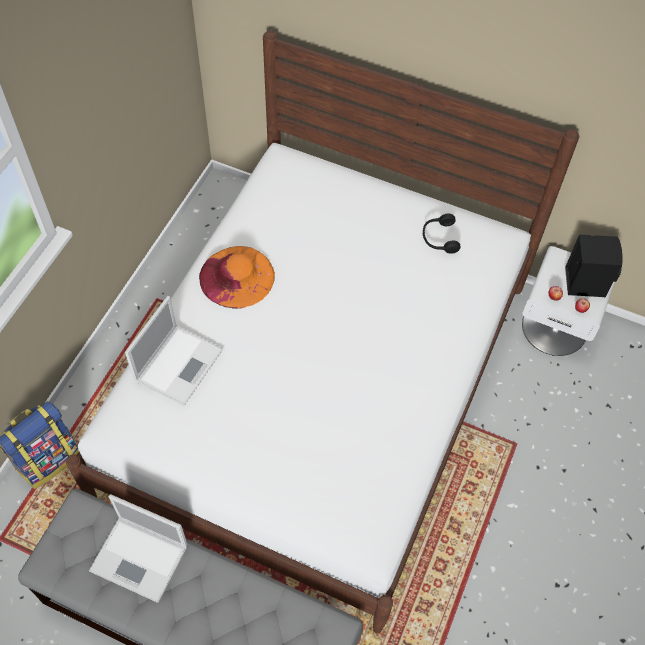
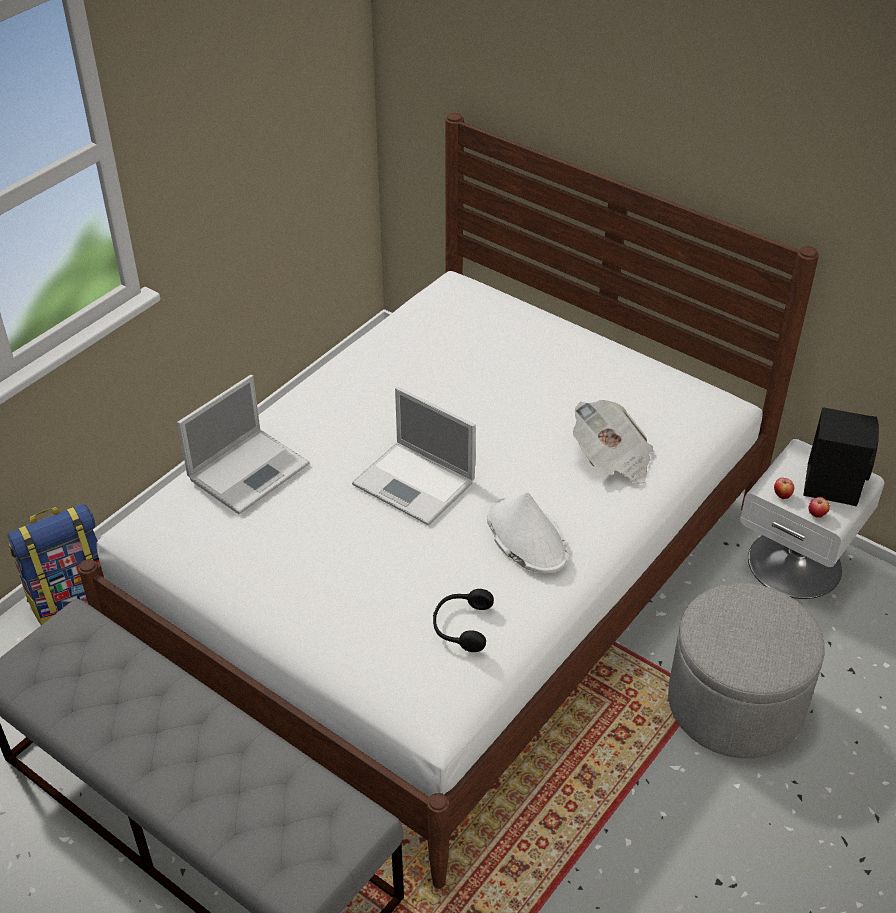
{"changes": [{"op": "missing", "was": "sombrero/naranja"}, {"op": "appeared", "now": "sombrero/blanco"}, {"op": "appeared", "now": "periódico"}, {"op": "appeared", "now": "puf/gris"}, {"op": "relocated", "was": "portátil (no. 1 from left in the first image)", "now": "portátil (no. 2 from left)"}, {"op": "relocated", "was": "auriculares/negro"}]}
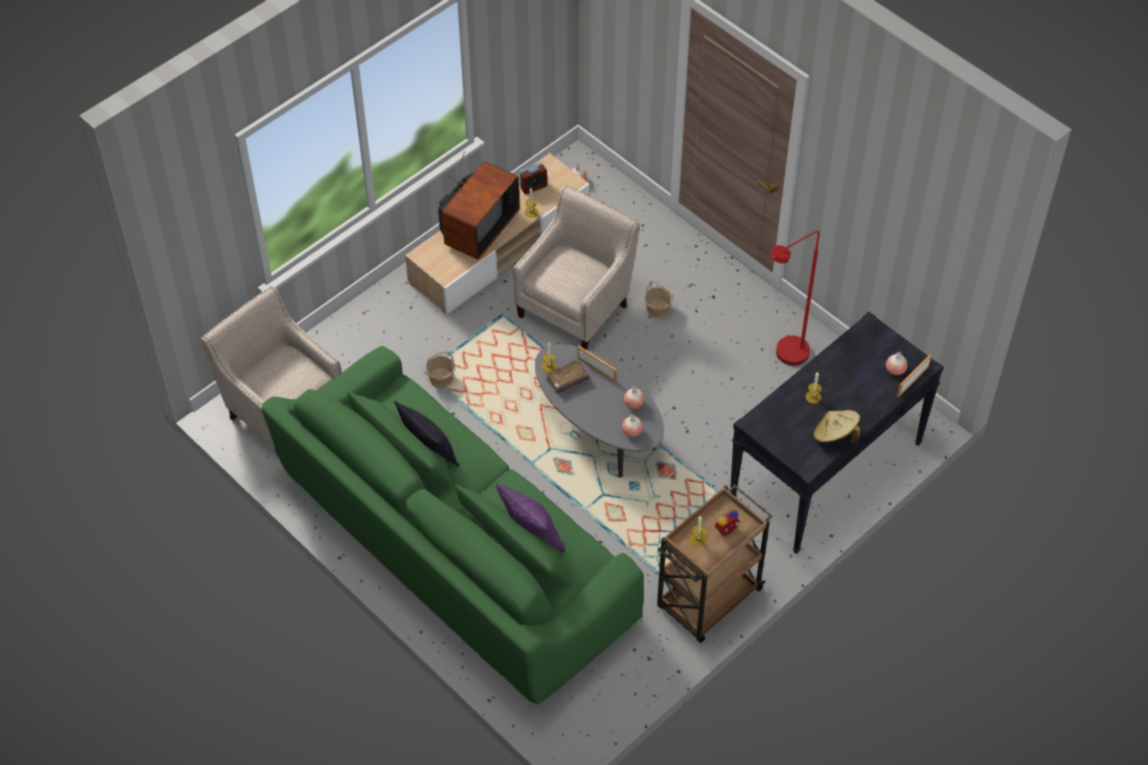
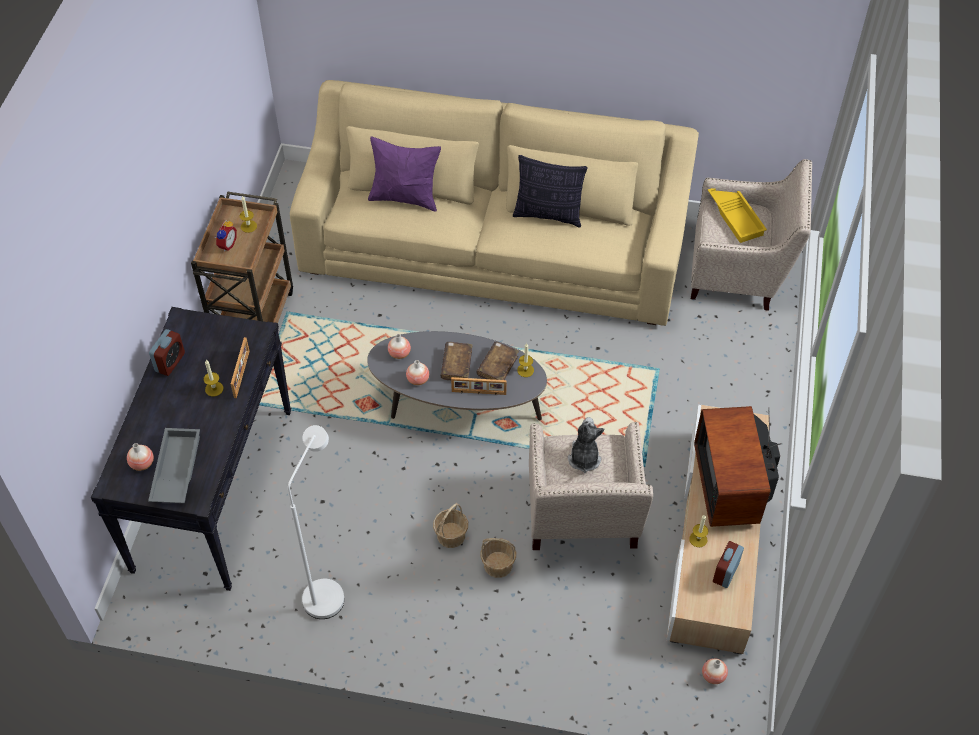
{"changes": [{"op": "appeared", "now": "bandeja/gris"}, {"op": "appeared", "now": "libro/marrón (no. 1 from left)"}, {"op": "appeared", "now": "peluche"}, {"op": "appeared", "now": "bandeja/amarillo"}, {"op": "relocated", "was": "cesta (no. 1 from left)"}, {"op": "relocated", "was": "portarretratos (no. 2 from left in the first image)", "now": "portarretratos (no. 1 from left)"}, {"op": "exchanged", "was": "sombrero/beis", "now": "despertador (no. 1 from left)"}, {"op": "colour", "was": "sofá/verde", "now": "sofá/beis"}, {"op": "colour", "was": "lámpara de pie/rojo", "now": "lámpara de pie/blanco"}]}
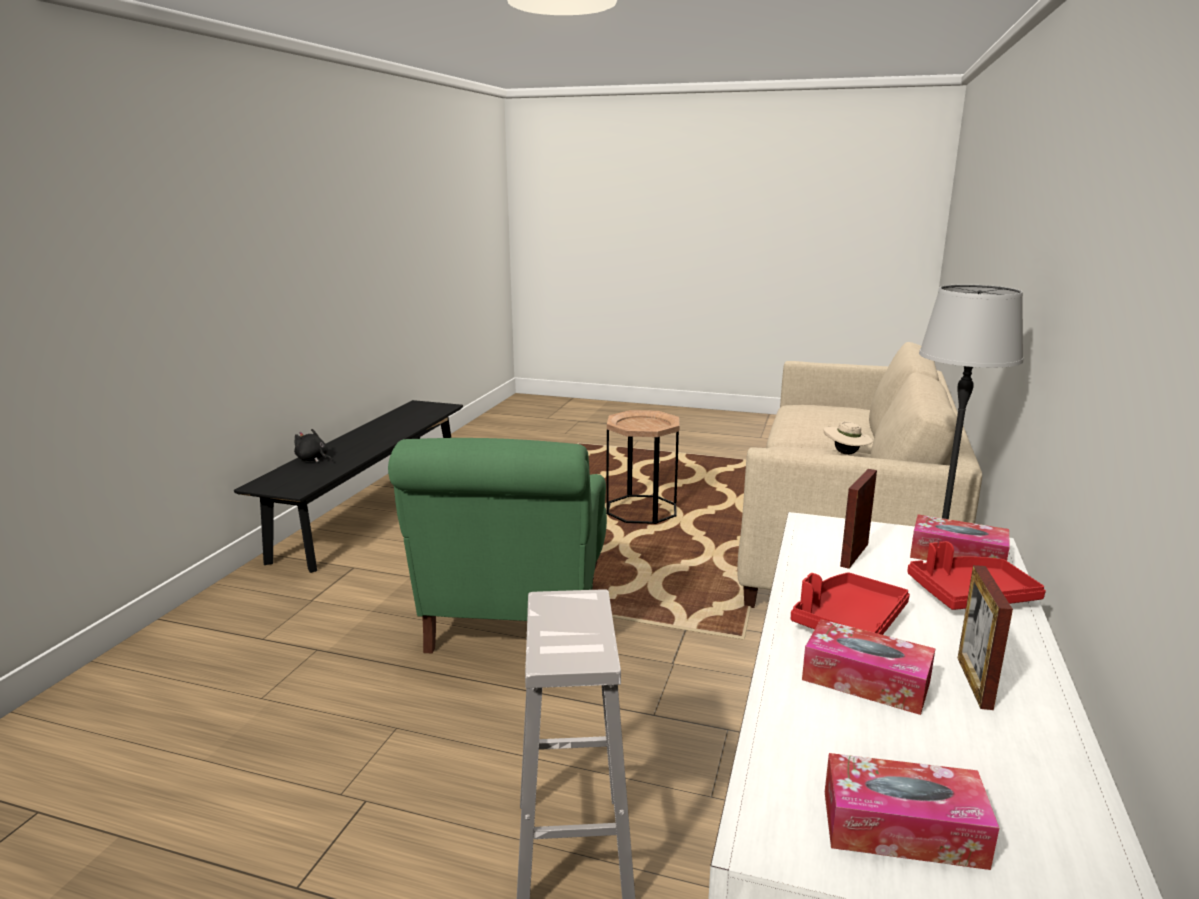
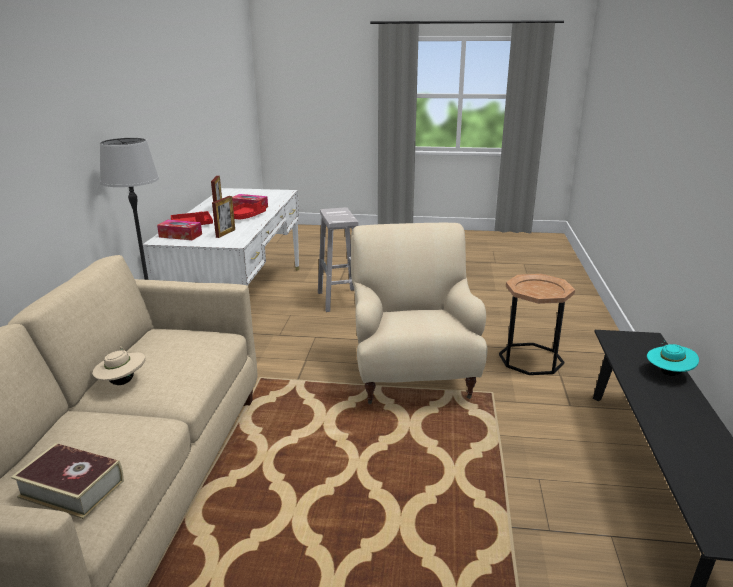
{"changes": [{"op": "missing", "was": "caja de pañuelos (no. 2 from left)"}, {"op": "appeared", "now": "libro"}, {"op": "relocated", "was": "mesa auxiliar/marrón"}, {"op": "exchanged", "was": "peluche/negro", "now": "sombrero/turquesa"}, {"op": "colour", "was": "sillón/verde", "now": "sillón/beis"}]}
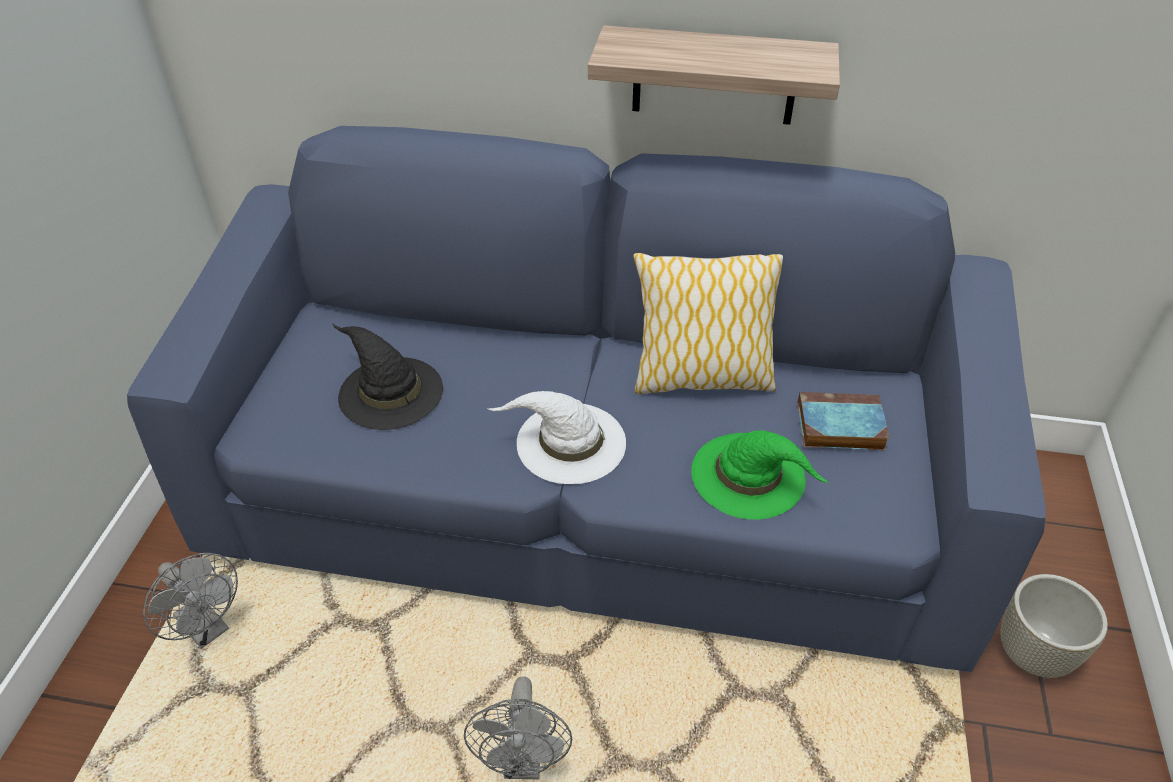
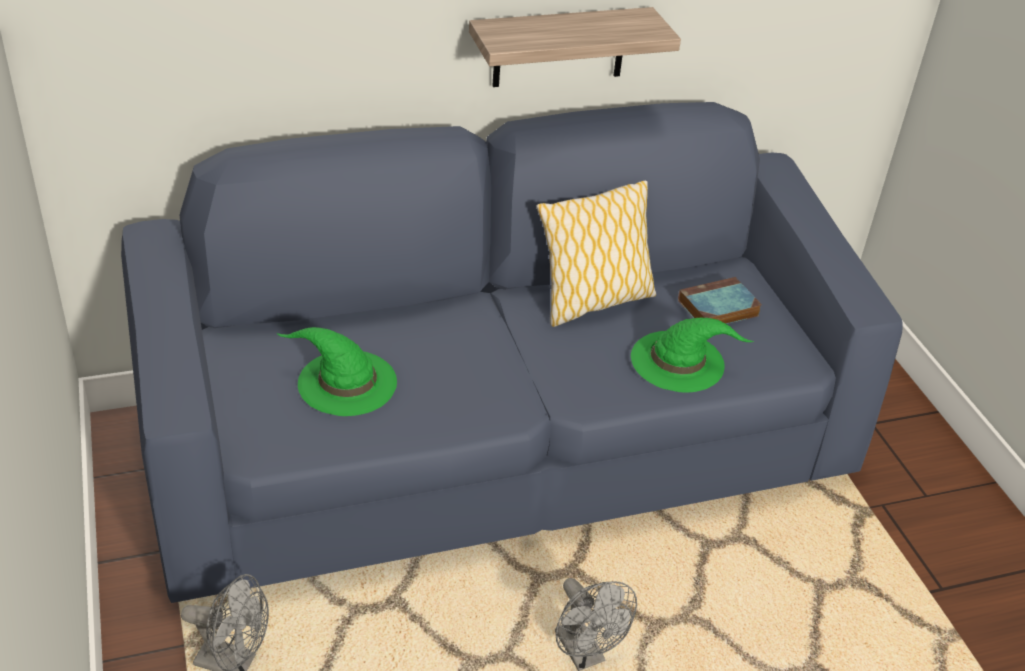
{"changes": [{"op": "missing", "was": "sombrero/blanco"}, {"op": "missing", "was": "maceta/gris"}, {"op": "colour", "was": "sombrero/negro", "now": "sombrero/verde (no. 1 from left)"}]}
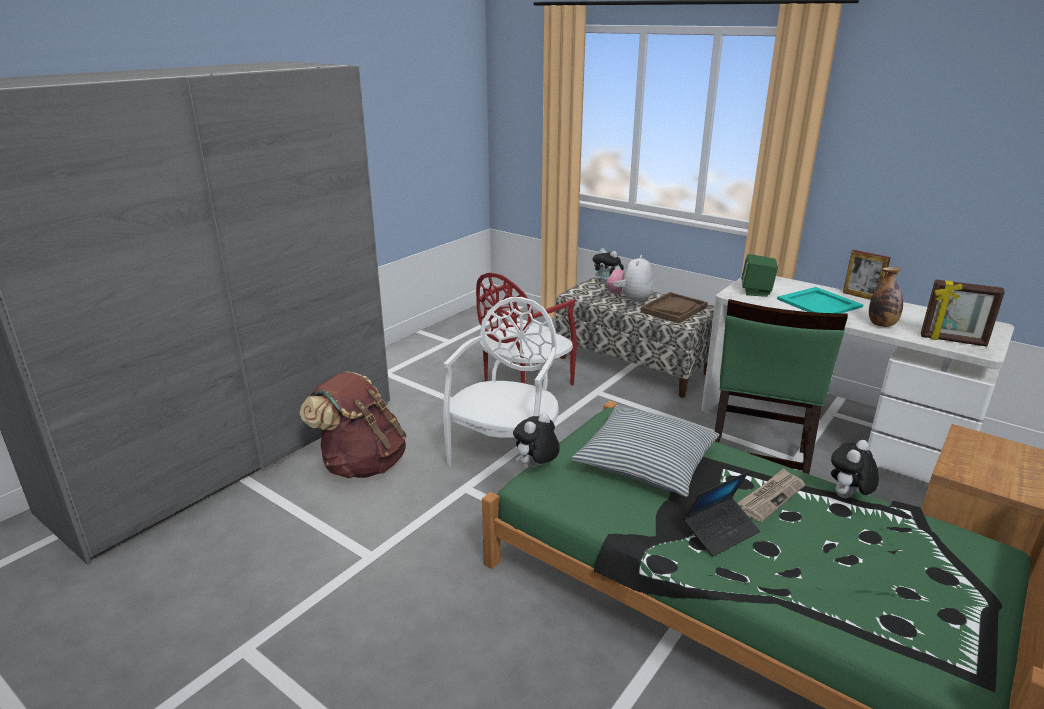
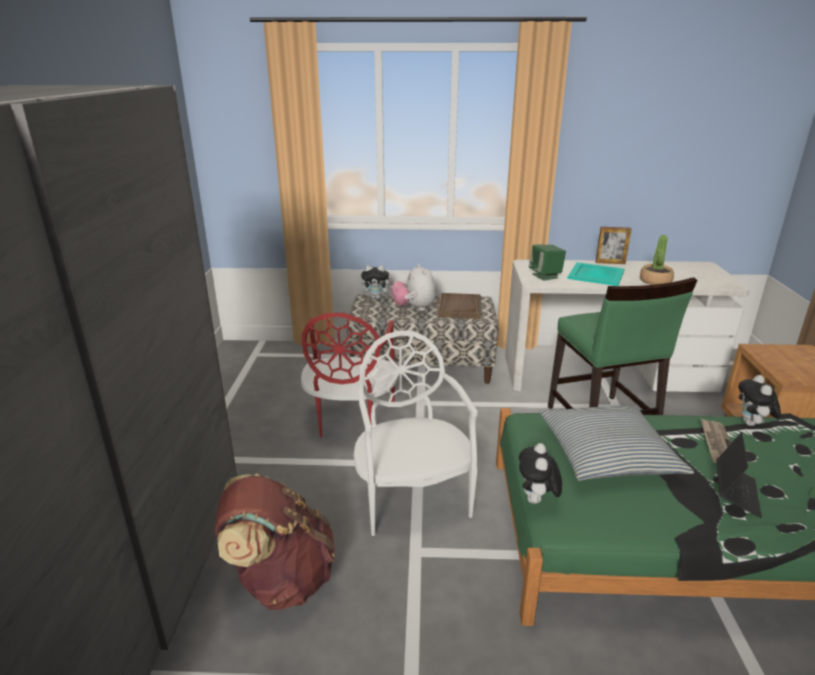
{"changes": [{"op": "missing", "was": "portarretratos (no. 2 from left)"}, {"op": "exchanged", "was": "botella", "now": "planta en maceta"}]}
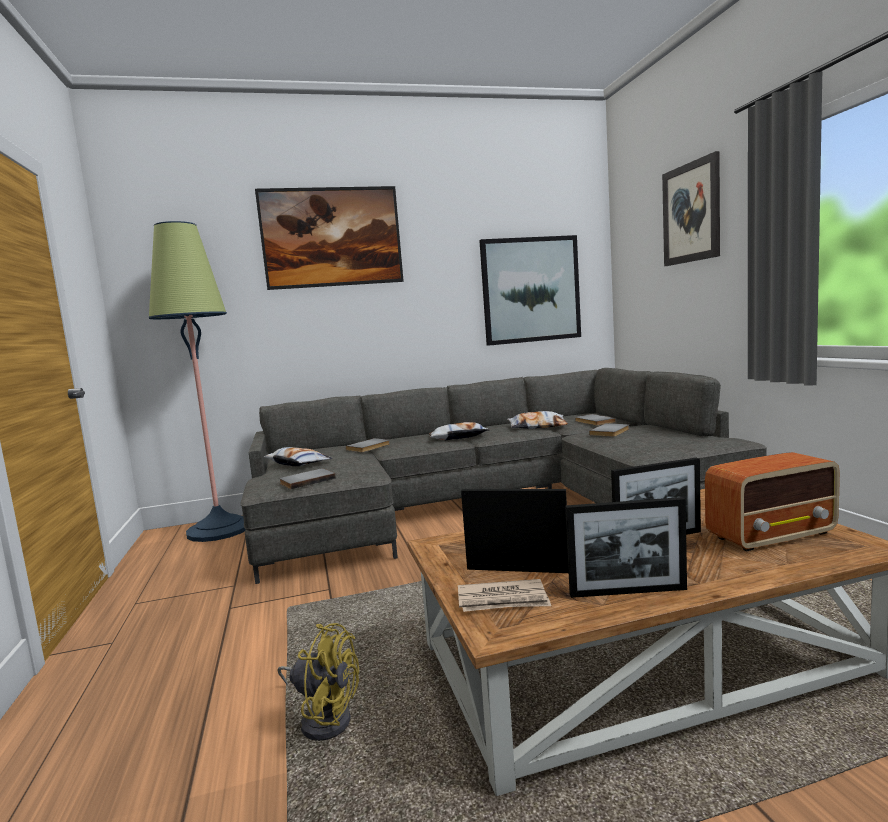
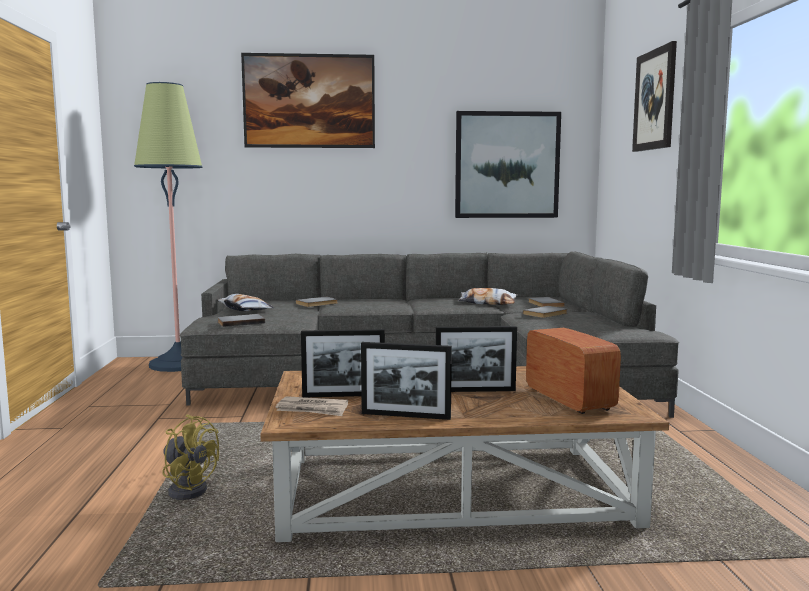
{"changes": [{"op": "missing", "was": "cojín (no. 2 from left)"}, {"op": "spun", "was": "portarretratos (no. 1 from left)", "clockwise": 150}, {"op": "spun", "was": "radio", "clockwise": -105}]}
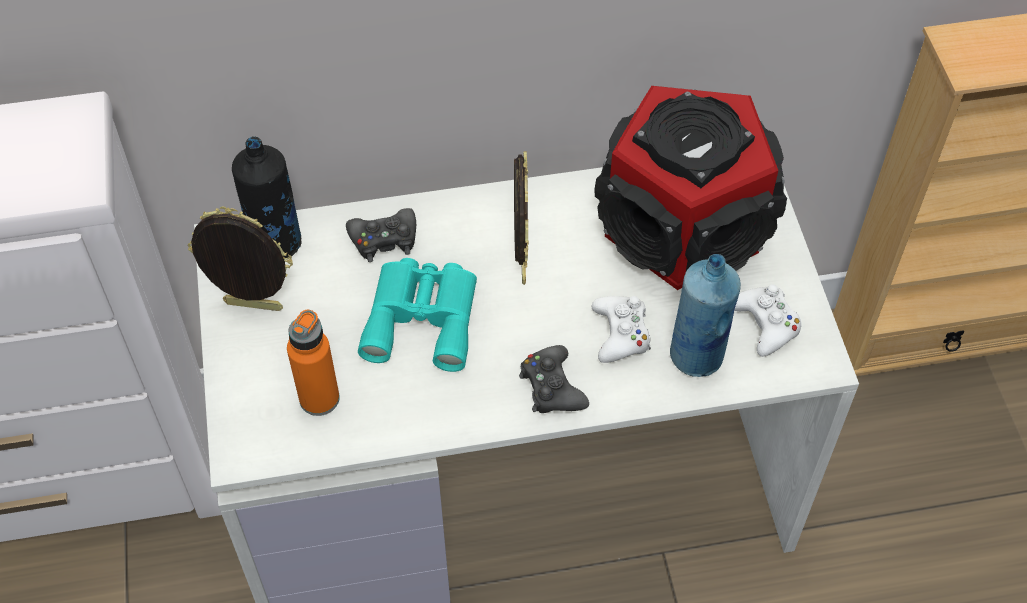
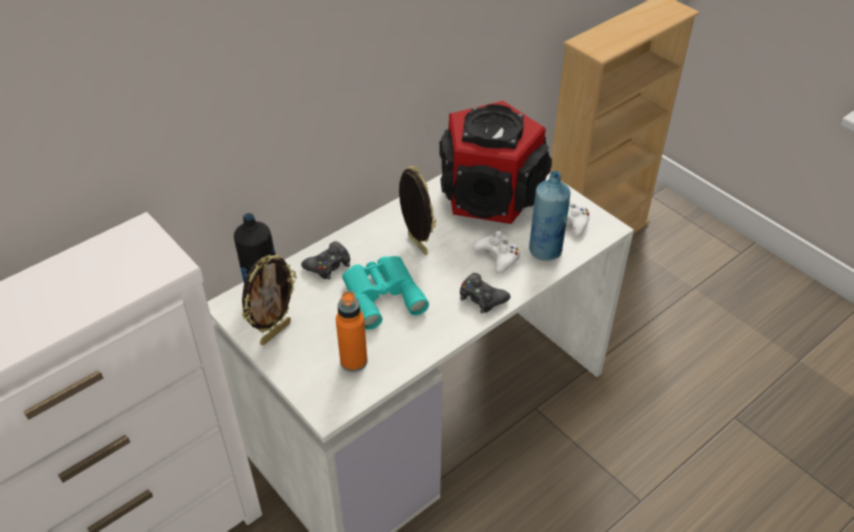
{"changes": [{"op": "spun", "was": "portarretratos (no. 1 from left)", "clockwise": 150}]}
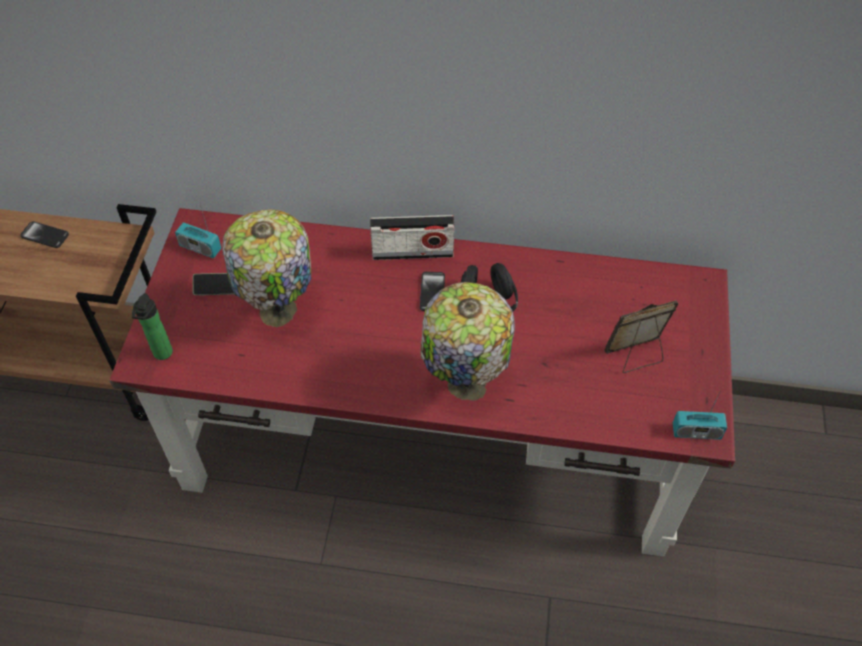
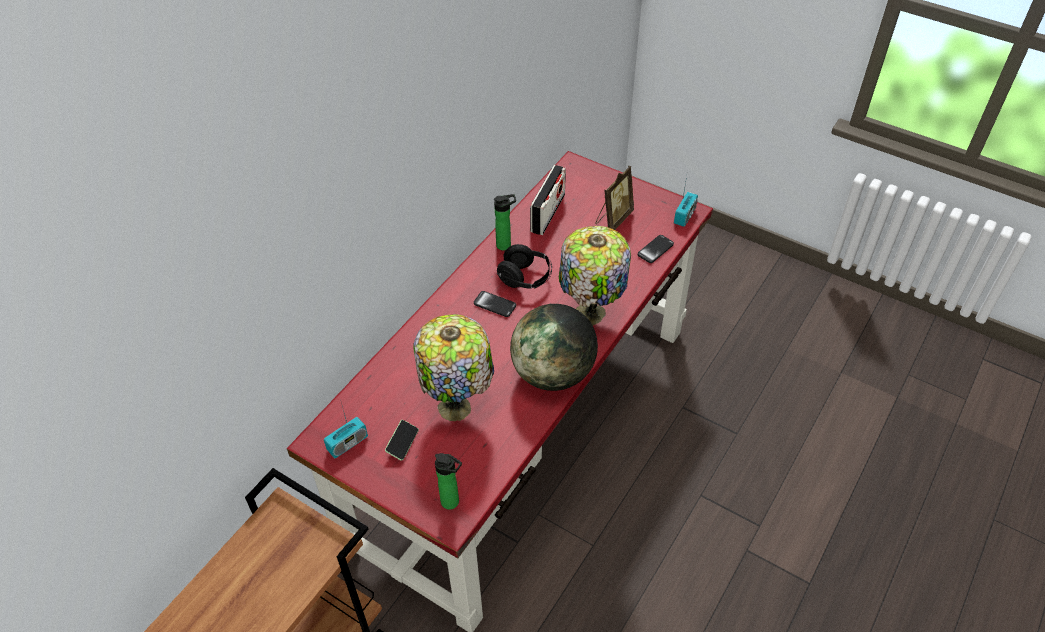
{"changes": [{"op": "appeared", "now": "botella (no. 2 from left)"}, {"op": "appeared", "now": "globo terráqueo"}, {"op": "relocated", "was": "móvil (no. 1 from left in the first image)", "now": "móvil (no. 3 from left)"}, {"op": "relocated", "was": "radio (no. 2 from left)"}, {"op": "spun", "was": "portarretratos", "clockwise": -150}]}
